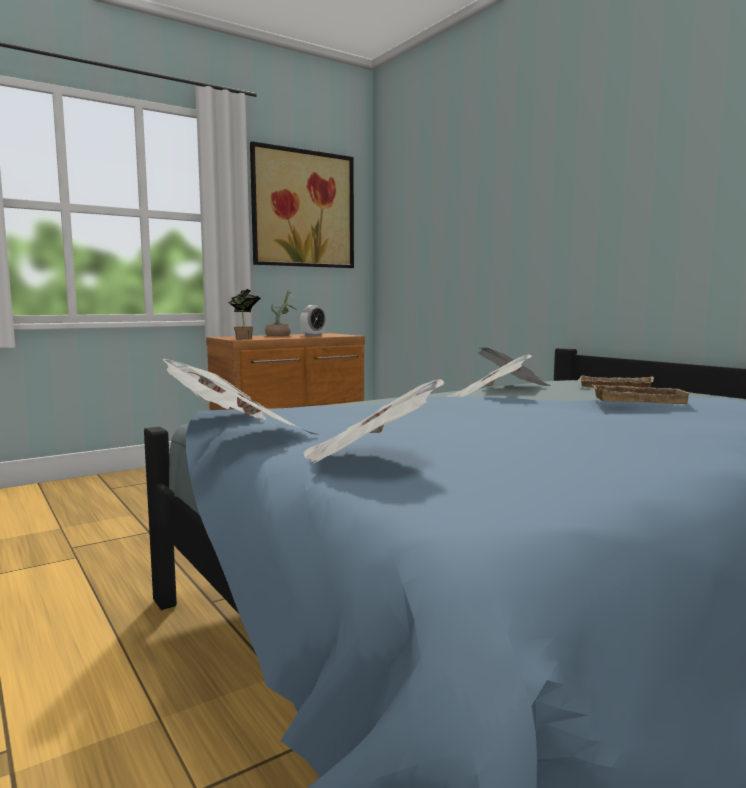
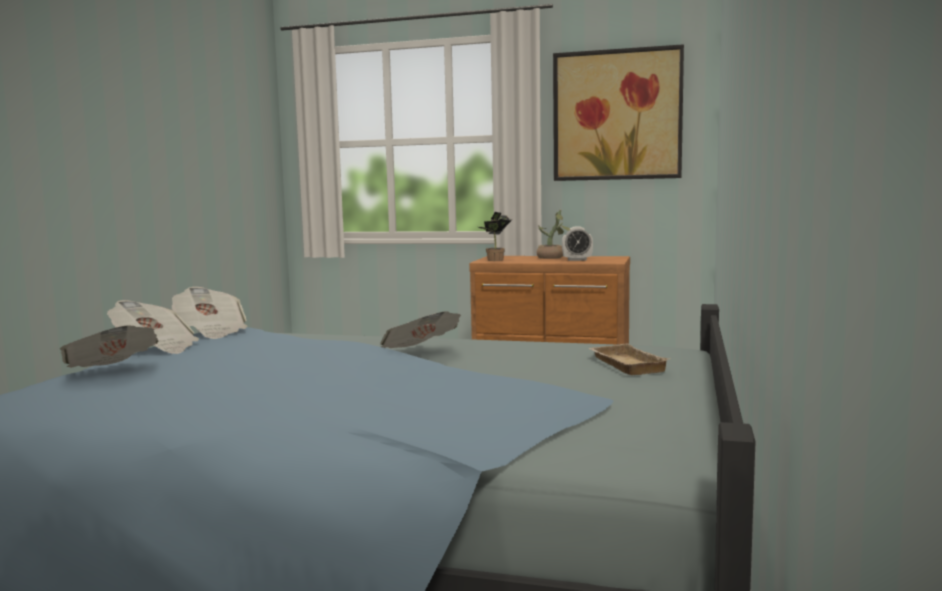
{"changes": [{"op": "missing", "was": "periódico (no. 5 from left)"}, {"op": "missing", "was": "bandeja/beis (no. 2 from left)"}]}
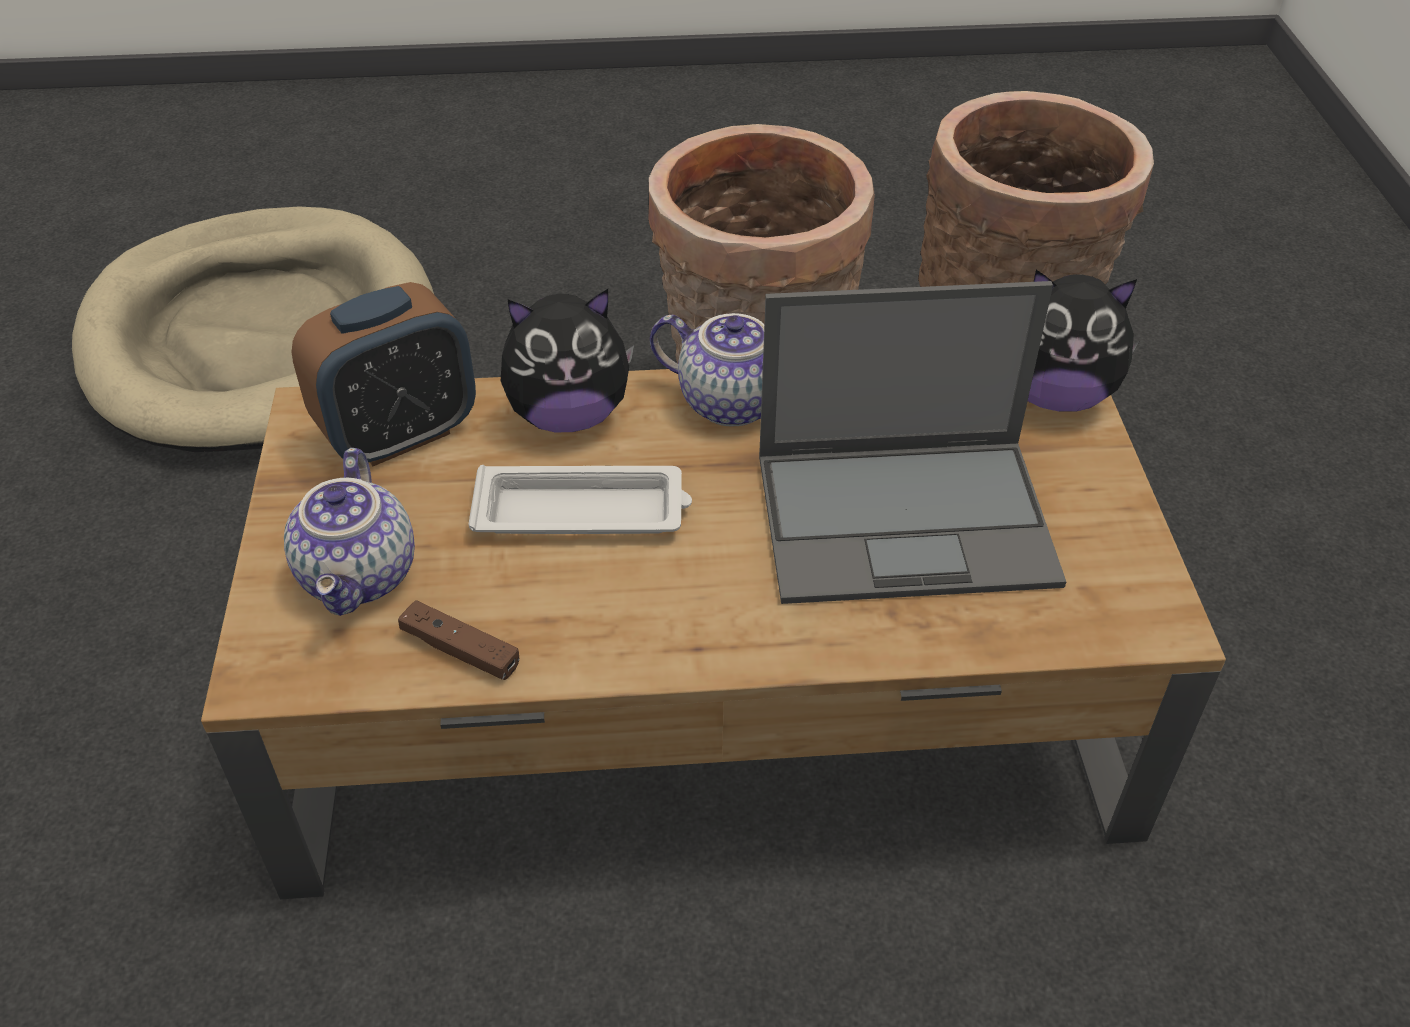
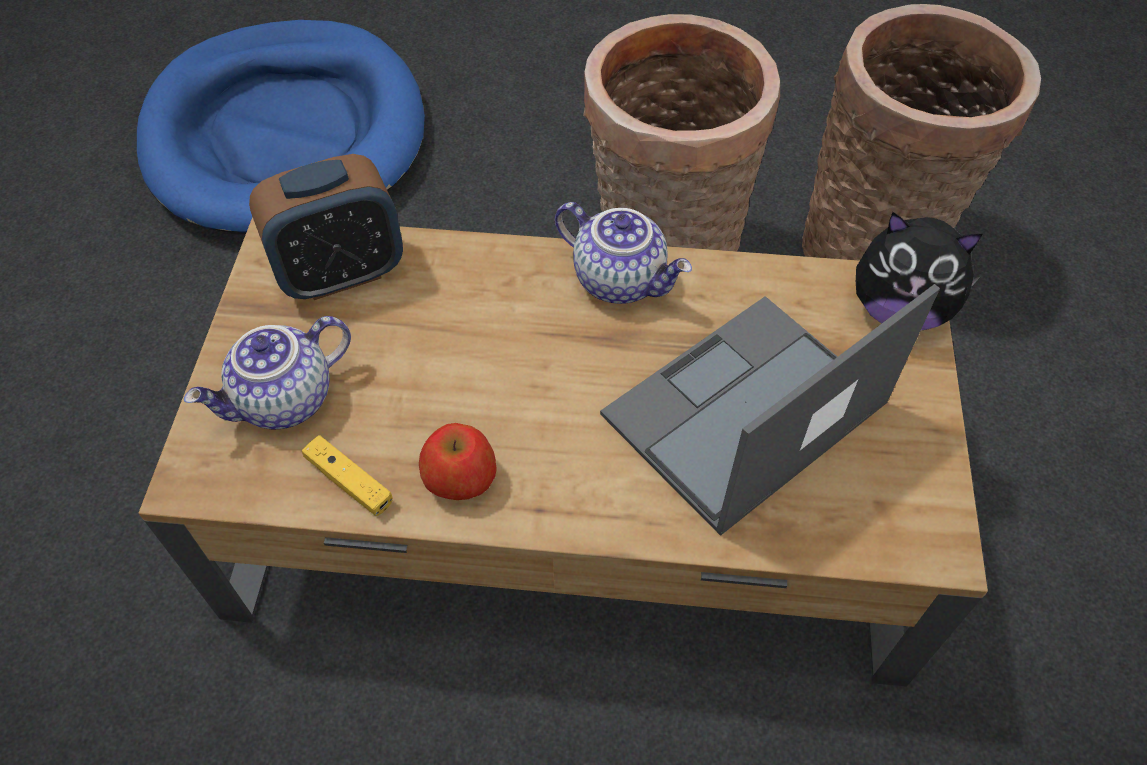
{"changes": [{"op": "missing", "was": "bandeja/blanco"}, {"op": "missing", "was": "peluche (no. 1 from left)"}, {"op": "appeared", "now": "manzana"}, {"op": "colour", "was": "cama para perro/beis", "now": "cama para perro/azul"}, {"op": "colour", "was": "mando de consola/marrón", "now": "mando de consola/amarillo"}, {"op": "spun", "was": "tetera (no. 1 from left)", "clockwise": 45}, {"op": "spun", "was": "portátil", "clockwise": 135}]}
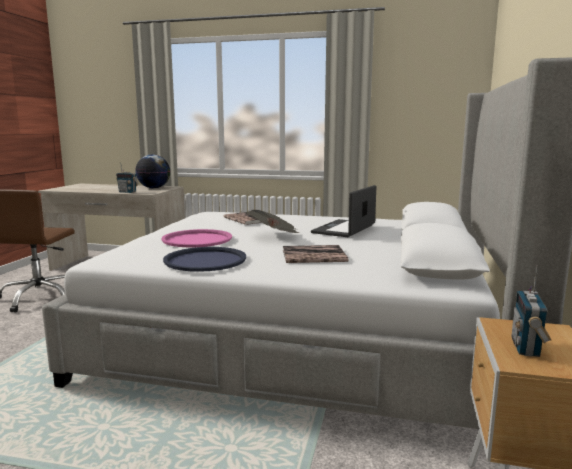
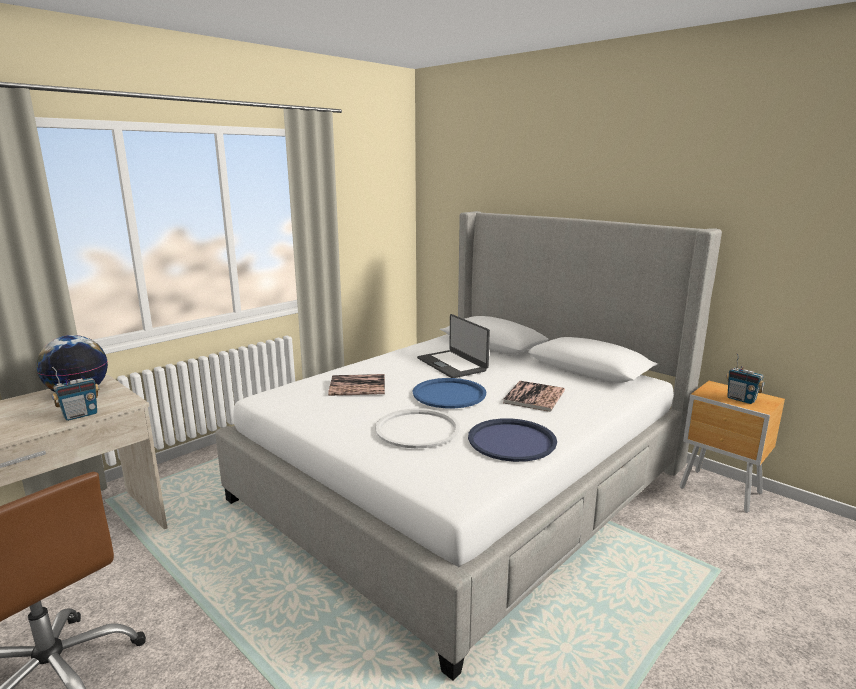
{"changes": [{"op": "exchanged", "was": "periódico", "now": "bandeja/azul (no. 1 from left)"}, {"op": "colour", "was": "bandeja/rosa", "now": "bandeja/blanco"}]}
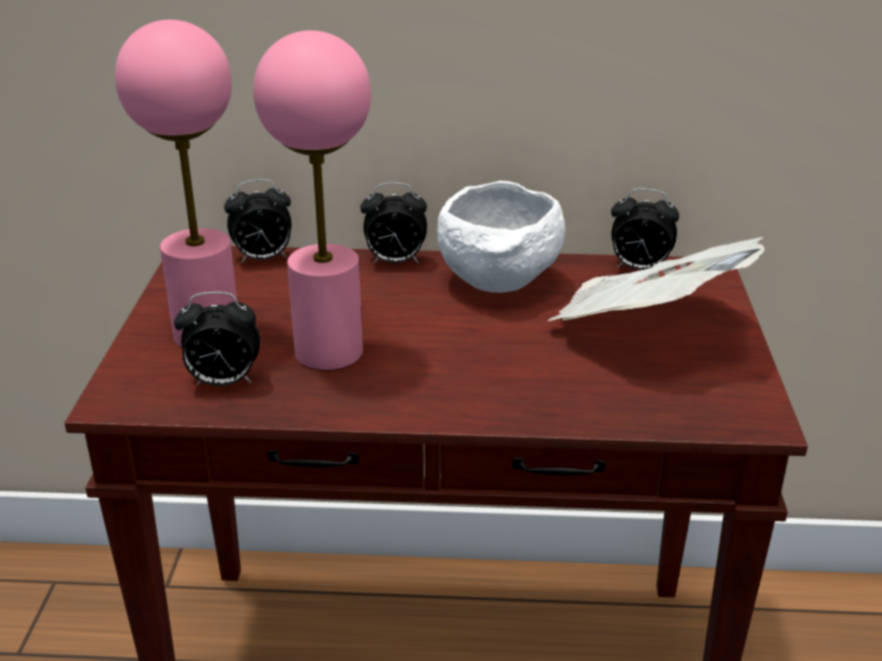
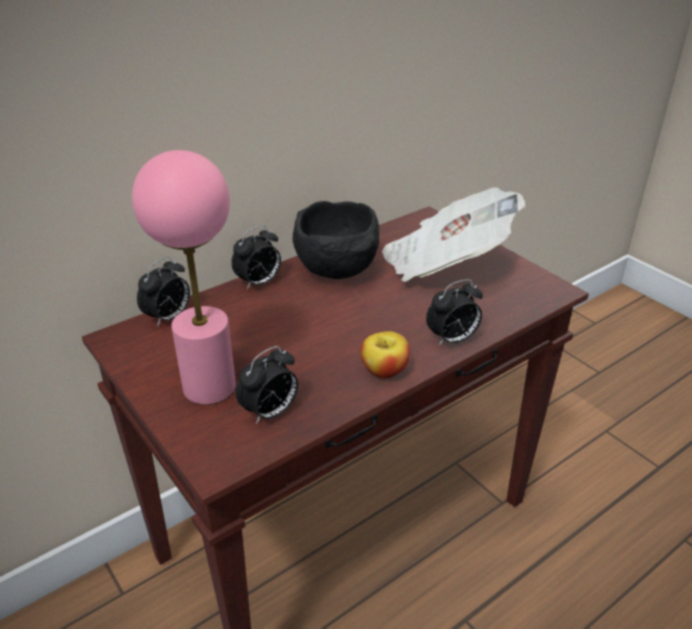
{"changes": [{"op": "missing", "was": "lámpara de mesa/rosa (no. 2 from left)"}, {"op": "appeared", "now": "manzana"}, {"op": "relocated", "was": "despertador (no. 4 from left)"}, {"op": "colour", "was": "cuenco/blanco", "now": "cuenco/negro"}]}
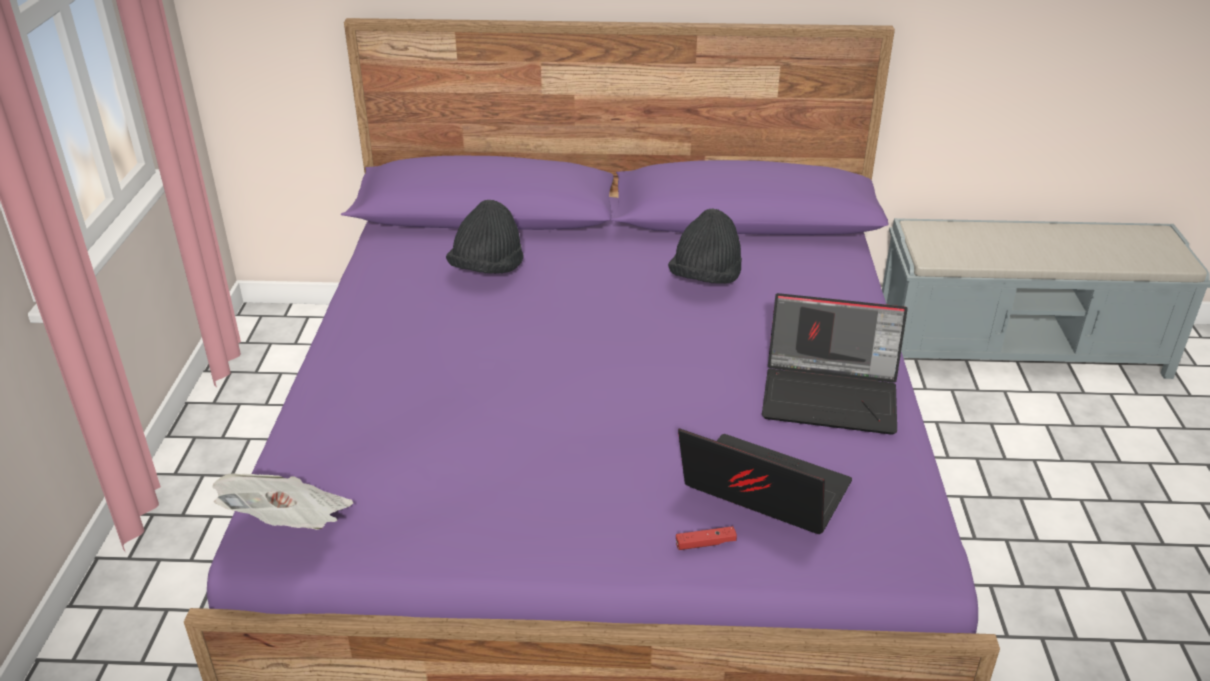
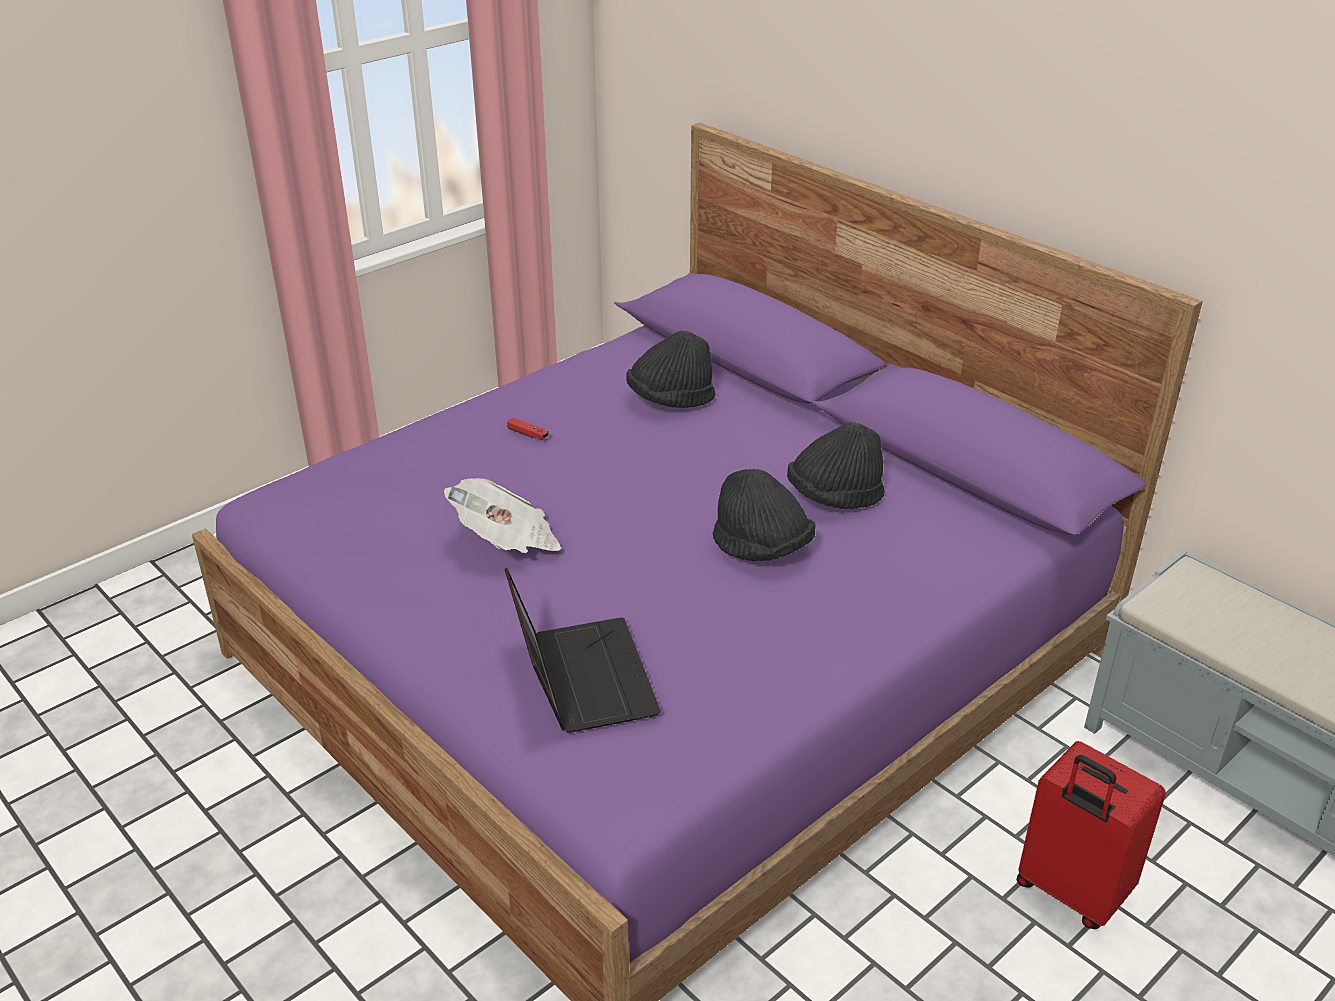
{"changes": [{"op": "missing", "was": "portátil (no. 2 from left)"}, {"op": "appeared", "now": "sombrero/negro (no. 2 from left)"}, {"op": "appeared", "now": "maleta/rojo"}, {"op": "relocated", "was": "periódico"}, {"op": "relocated", "was": "mando de consola/rojo"}]}
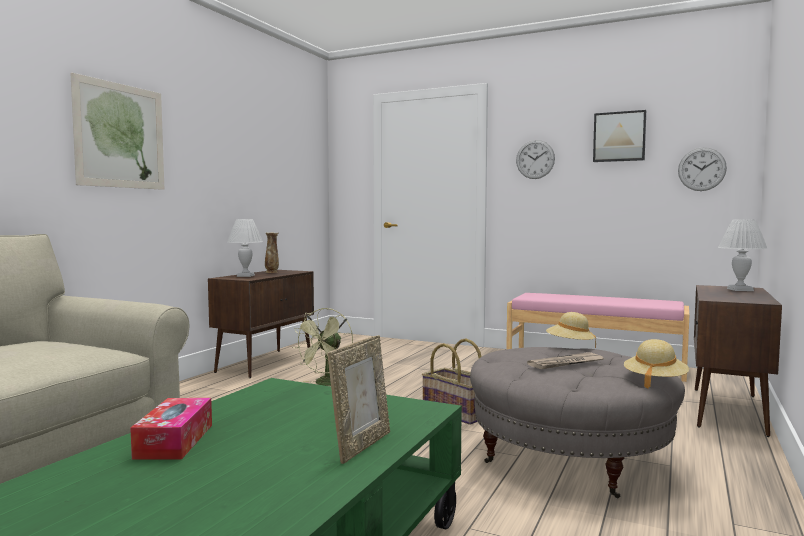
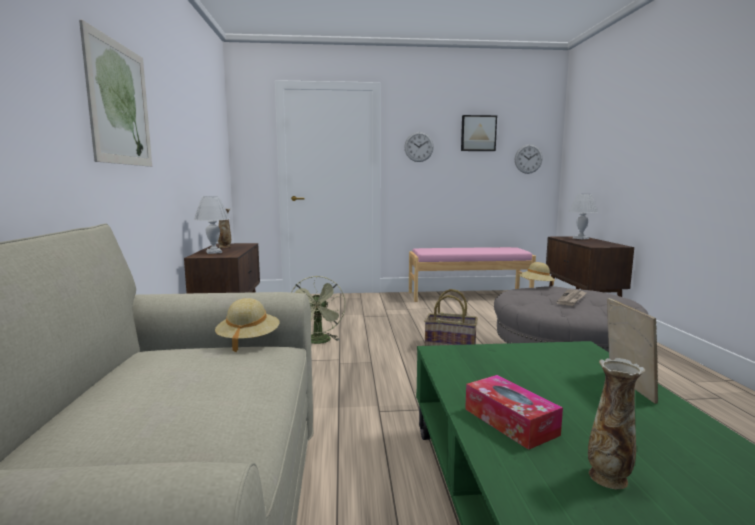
{"changes": [{"op": "appeared", "now": "florero (no. 2 from left)"}, {"op": "relocated", "was": "sombrero/beis (no. 2 from left in the first image)", "now": "sombrero/beis (no. 1 from left)"}]}
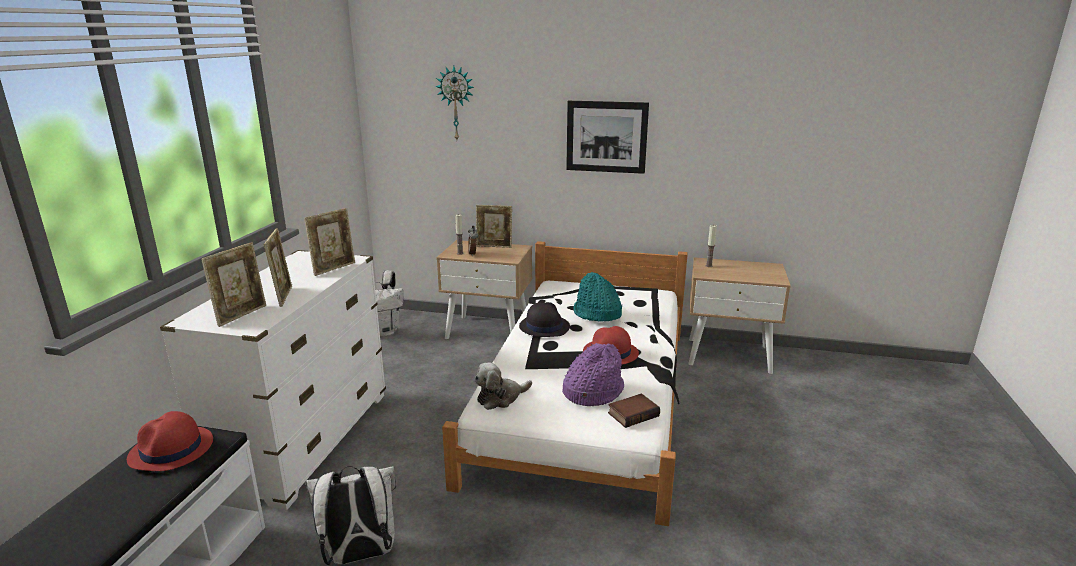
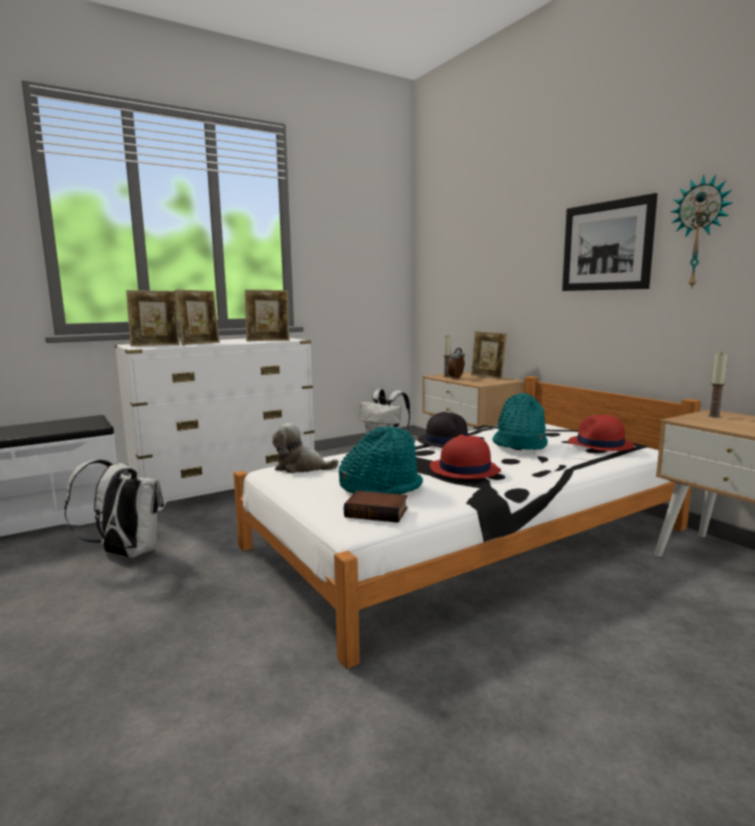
{"changes": [{"op": "relocated", "was": "sombrero/rojo (no. 1 from left in the first image)", "now": "sombrero/rojo (no. 2 from left)"}, {"op": "relocated", "was": "reloj de pared"}, {"op": "colour", "was": "sombrero/morado", "now": "sombrero/turquesa (no. 1 from left)"}]}
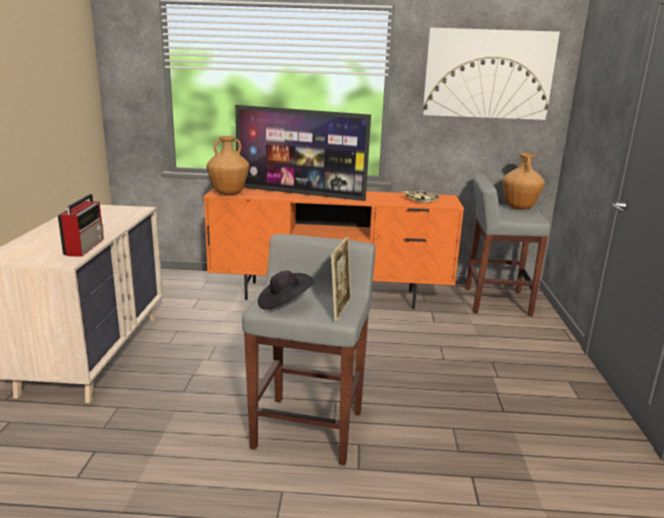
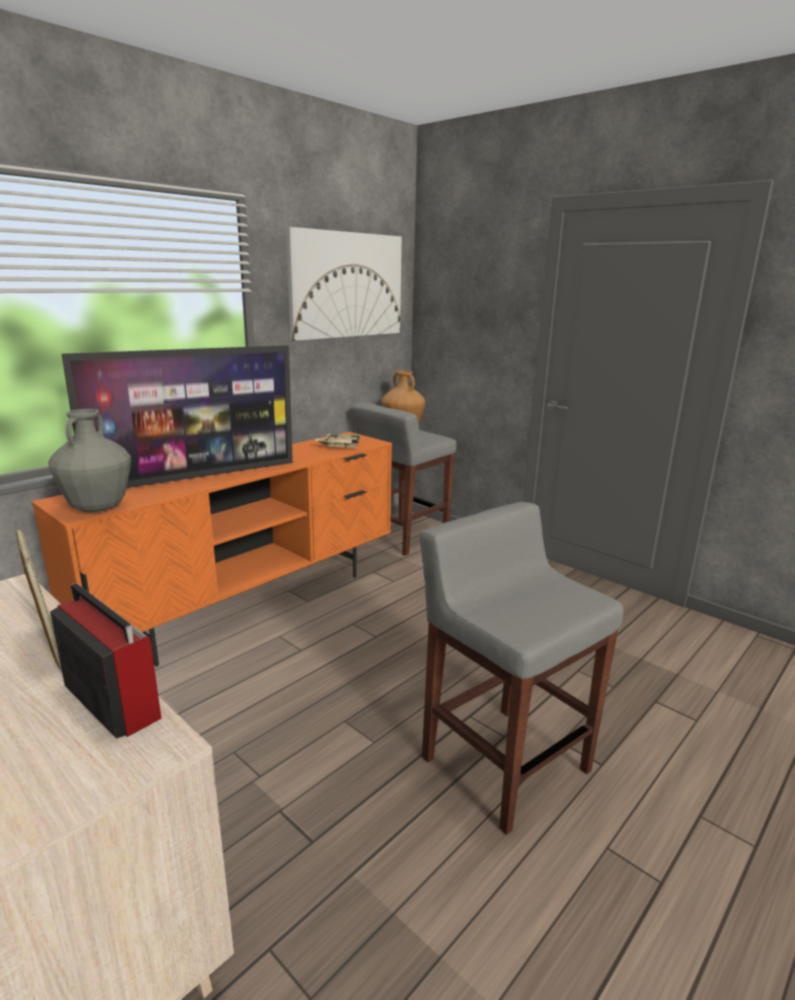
{"changes": [{"op": "missing", "was": "sombrero/negro"}, {"op": "relocated", "was": "portarretratos"}, {"op": "colour", "was": "florero/marrón (no. 1 from left)", "now": "florero/gris"}]}
